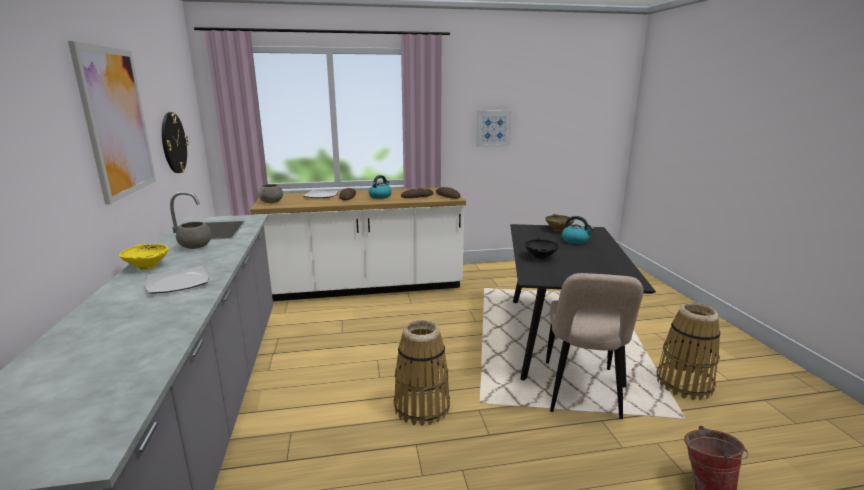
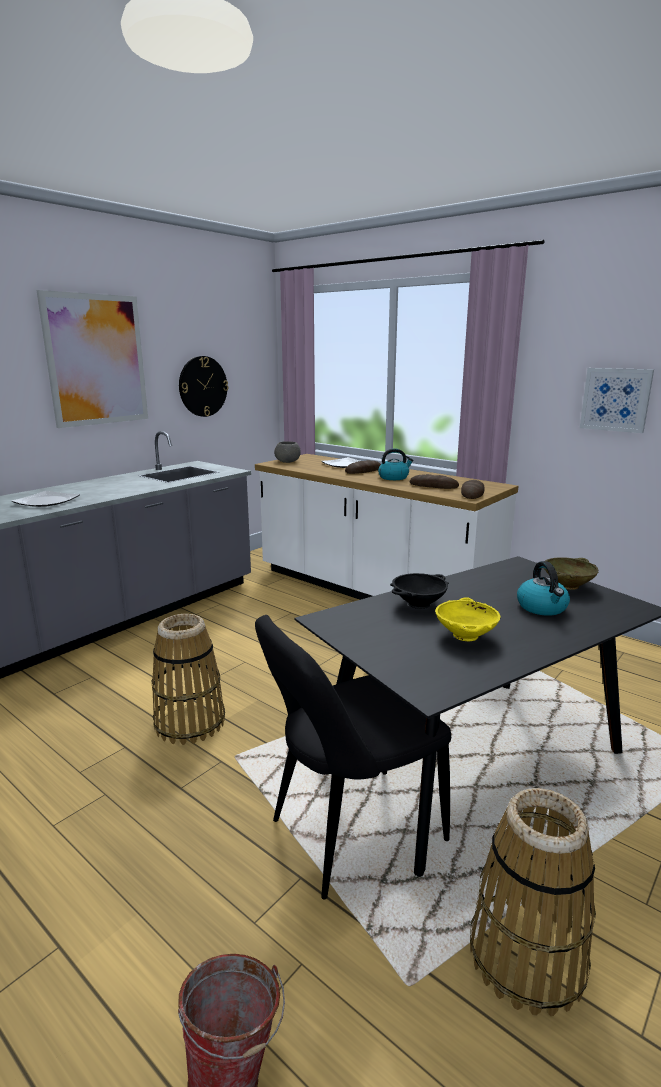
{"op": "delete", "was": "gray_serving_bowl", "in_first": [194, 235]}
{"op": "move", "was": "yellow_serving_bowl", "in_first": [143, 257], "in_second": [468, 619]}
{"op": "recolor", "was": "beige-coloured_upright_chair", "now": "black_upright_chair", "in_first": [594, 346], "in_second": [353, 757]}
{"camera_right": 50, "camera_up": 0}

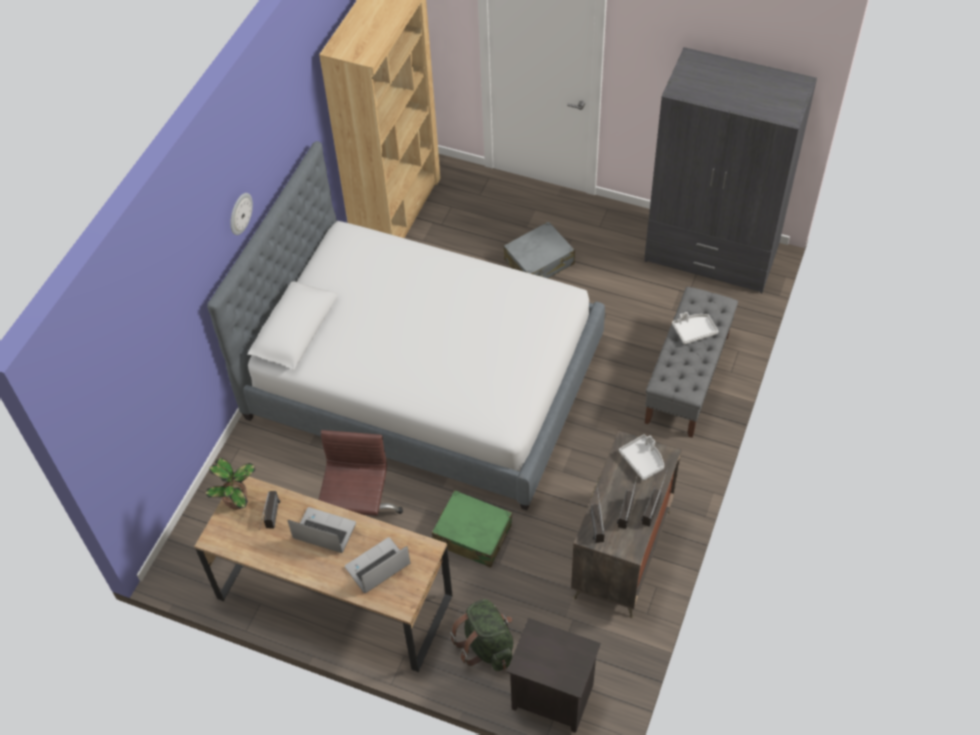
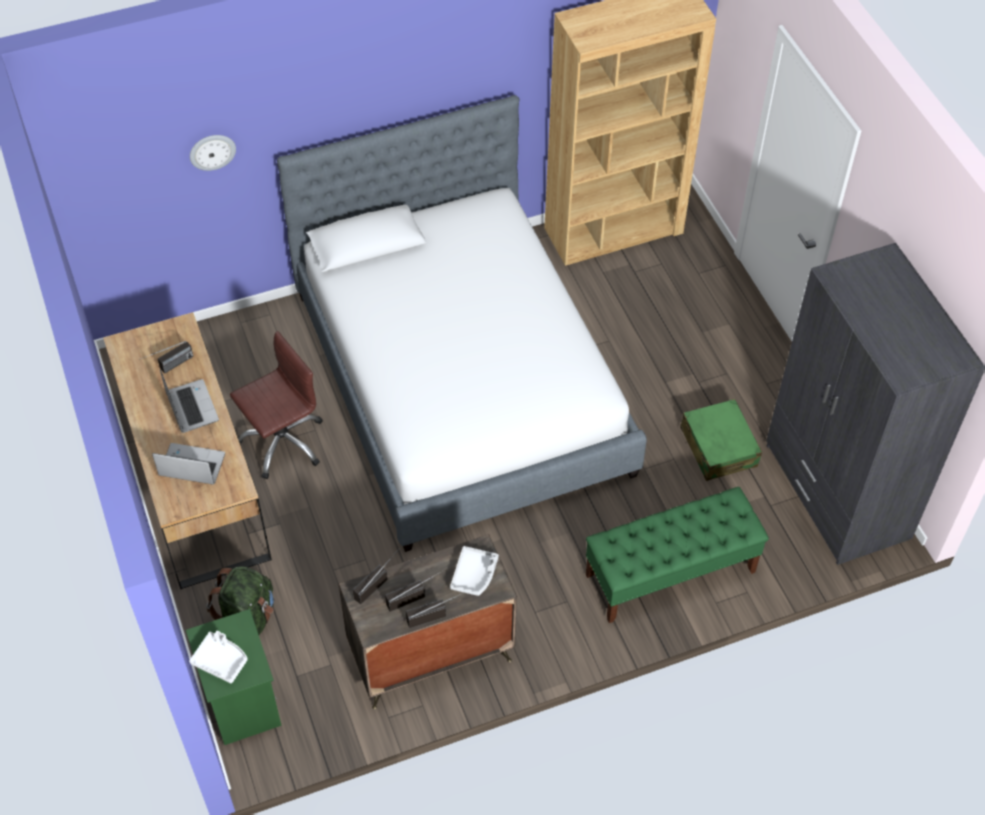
{"op": "delete", "was": "houseplant", "in_first": [230, 484]}
{"op": "delete", "was": "gray_piece_of_luggage", "in_first": [539, 249]}
{"op": "move", "was": "clock_on_the_wall", "in_first": [241, 214], "in_second": [213, 153]}
{"op": "move", "was": "green_piece_of_luggage", "in_first": [472, 529], "in_second": [721, 440]}
{"op": "move", "was": "white-coloured_tray", "in_first": [695, 328], "in_second": [218, 657]}
{"op": "recolor", "was": "black_bedside_table", "now": "green_bedside_table", "in_first": [554, 675], "in_second": [234, 677]}
{"op": "recolor", "was": "gray_long_seat", "now": "green_long_seat", "in_first": [691, 362], "in_second": [677, 555]}
{"camera_right": 45, "camera_up": 0}

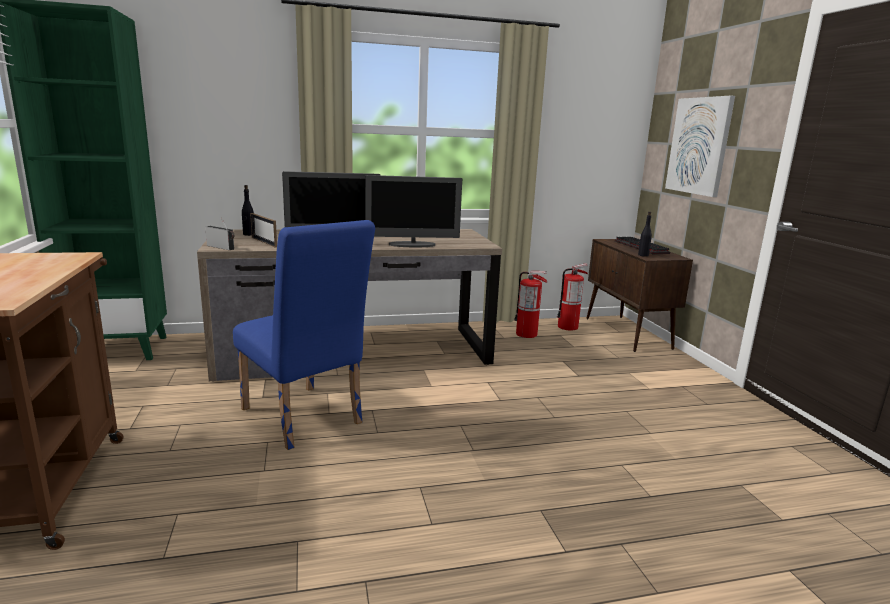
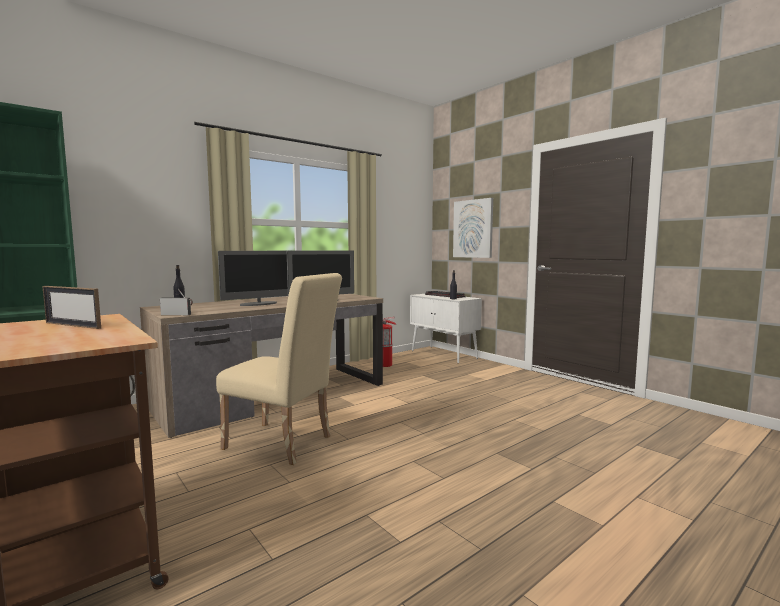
{"op": "delete", "was": "fire-fighting_cylinder", "in_first": [572, 297]}
{"op": "move", "was": "photo_frame", "in_first": [263, 230], "in_second": [71, 307]}
{"op": "recolor", "was": "blue-coloured_upright_chair", "now": "beige-coloured_upright_chair", "in_first": [304, 335], "in_second": [279, 369]}
{"op": "recolor", "was": "brown-coloured_cupboard", "now": "white-coloured_cupboard", "in_first": [639, 295], "in_second": [446, 329]}
{"camera_right": -25, "camera_up": -10}

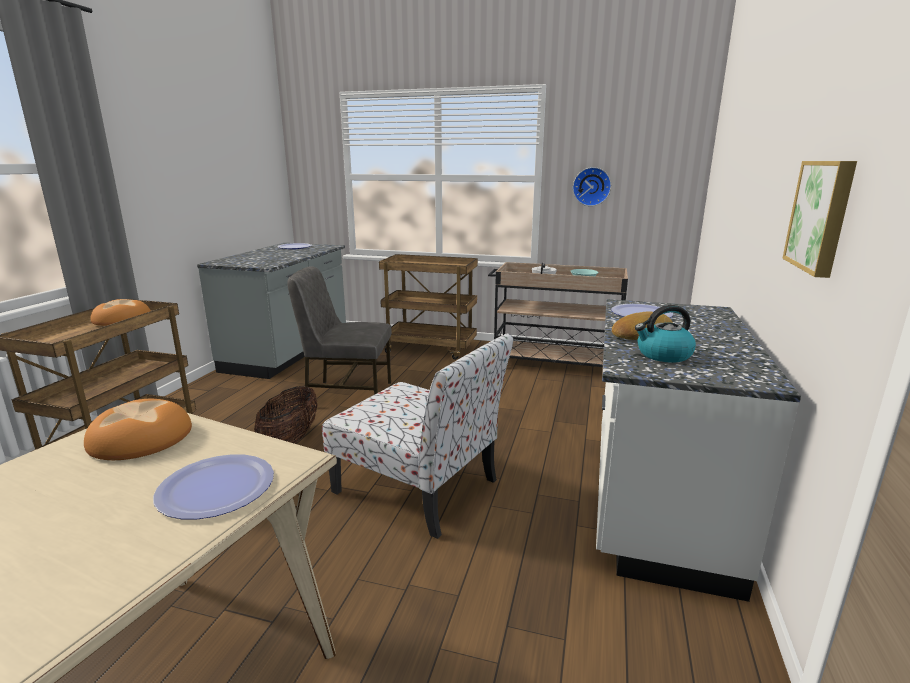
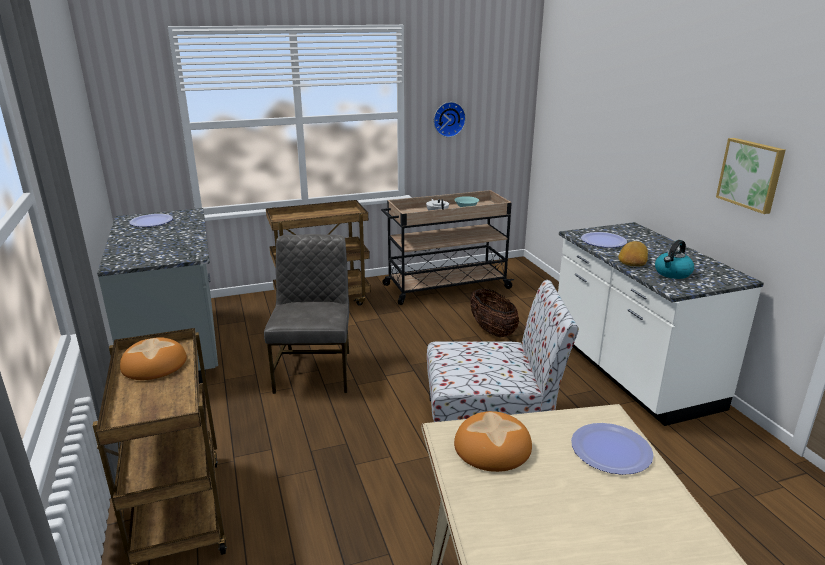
{"op": "move", "was": "household_basket", "in_first": [286, 414], "in_second": [494, 313]}
{"op": "rotate", "was": "gray_upright_chair", "in_first": [339, 336], "in_second": [306, 314], "clockwise": 120}
{"camera_right": -35, "camera_up": 5}

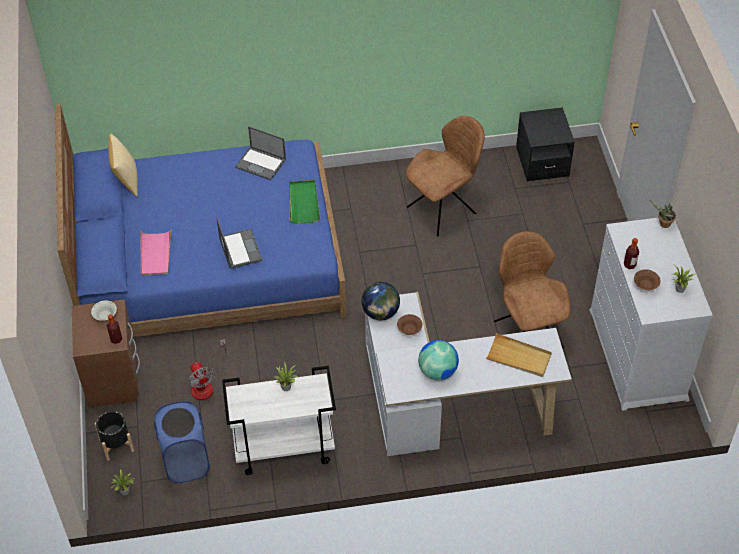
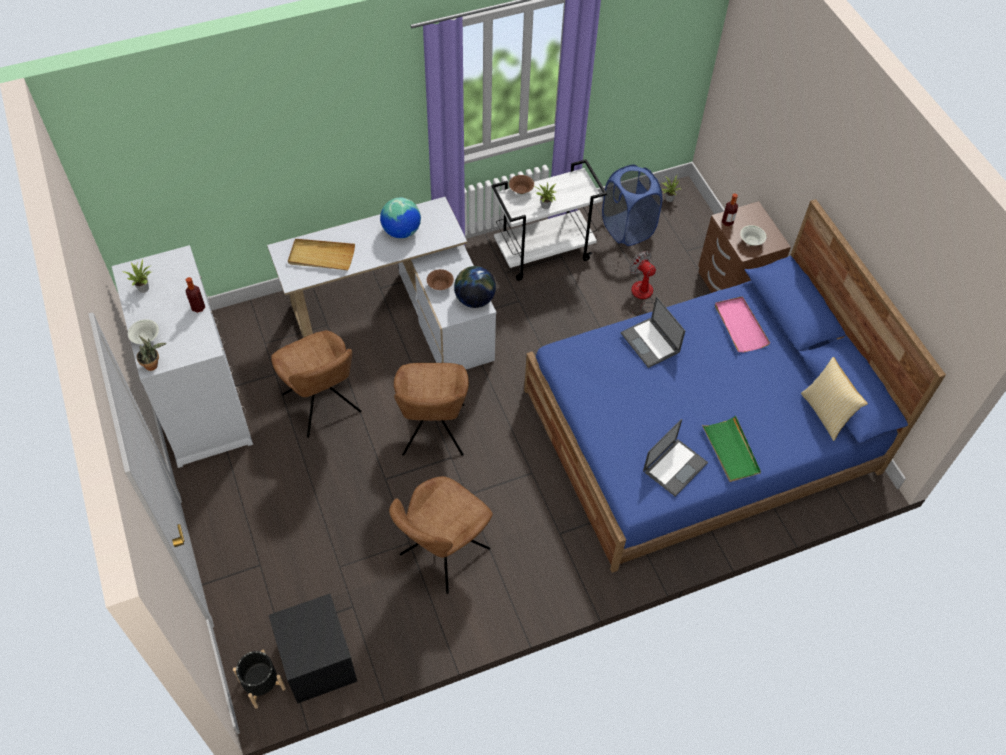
{"op": "insert", "now": "white-coloured_serving_bowl", "in_second": [143, 331]}
{"op": "insert", "now": "brown-coloured_upright_chair", "in_second": [431, 409]}
{"op": "move", "was": "black_plant_pot", "in_first": [114, 436], "in_second": [259, 679]}
{"op": "move", "was": "green_tray", "in_first": [304, 202], "in_second": [731, 448]}
{"op": "move", "was": "brown-coloured_serving_bowl", "in_first": [647, 279], "in_second": [521, 184]}
{"op": "rotate", "was": "portable_computer", "in_first": [260, 153], "in_second": [675, 457], "clockwise": 120}
{"camera_right": 165, "camera_up": 5}

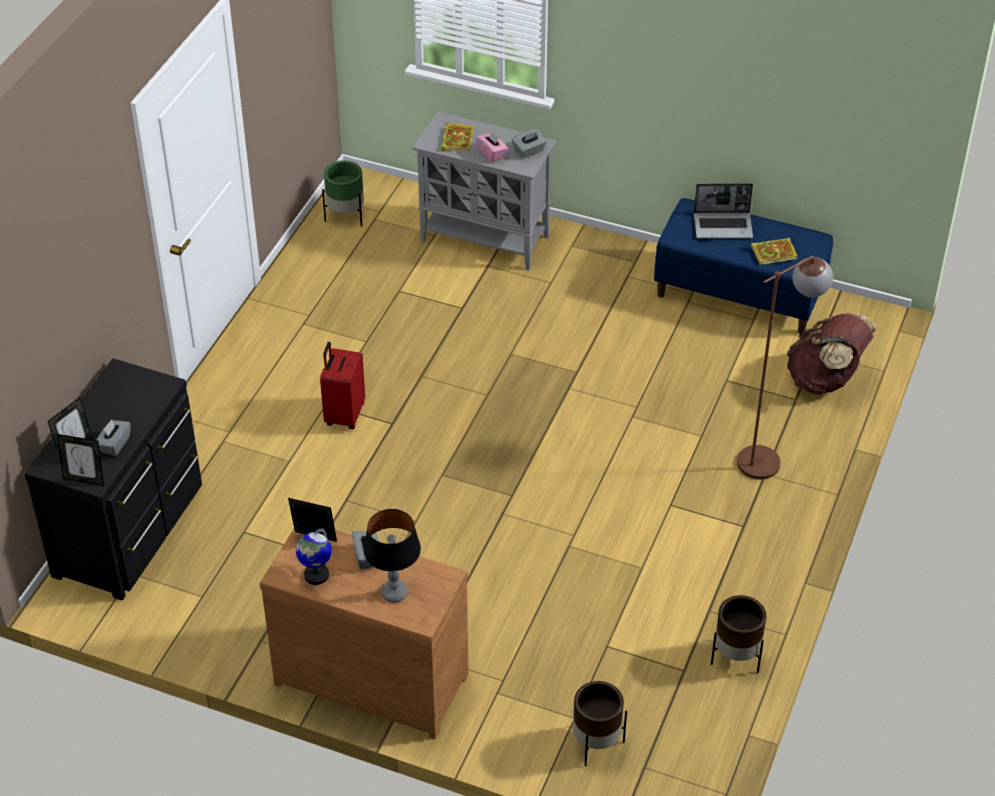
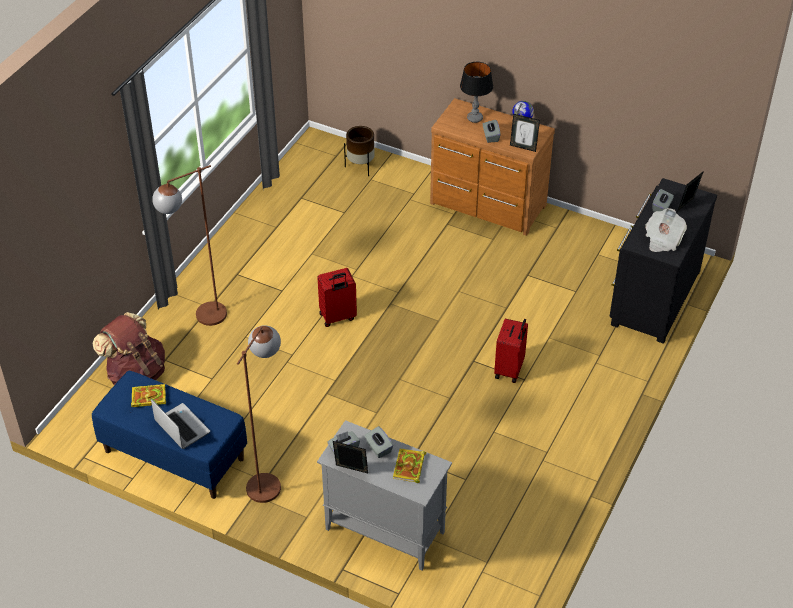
{"op": "delete", "was": "green_plant_pot", "in_first": [343, 194]}
{"op": "delete", "was": "brown-coloured_plant_pot", "in_first": [738, 634]}
{"op": "insert", "now": "brown-coloured_standard_lamp", "in_second": [259, 414]}
{"op": "insert", "now": "reddish_piece_of_luggage", "in_second": [337, 297]}
{"op": "insert", "now": "daily_paper", "in_second": [666, 230]}
{"op": "move", "was": "photo_frame", "in_first": [80, 460], "in_second": [350, 457]}
{"op": "recolor", "was": "pink-coloured_tissue_holder", "now": "gray_tissue_holder", "in_first": [492, 146], "in_second": [379, 442]}
{"op": "rotate", "was": "portable_computer", "in_first": [723, 210], "in_second": [180, 424], "clockwise": 45}
{"camera_right": -175, "camera_up": 0}

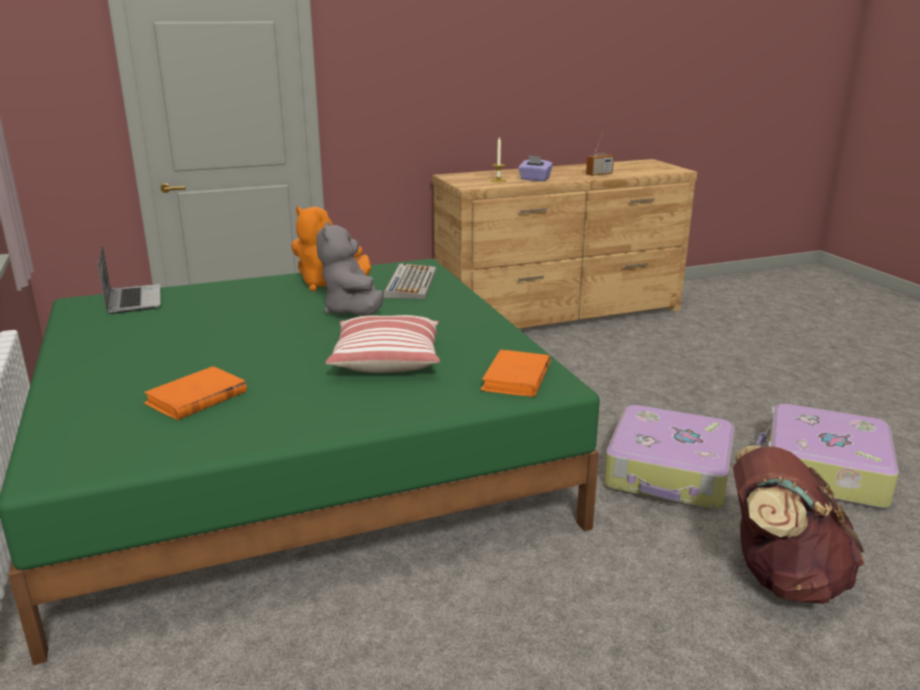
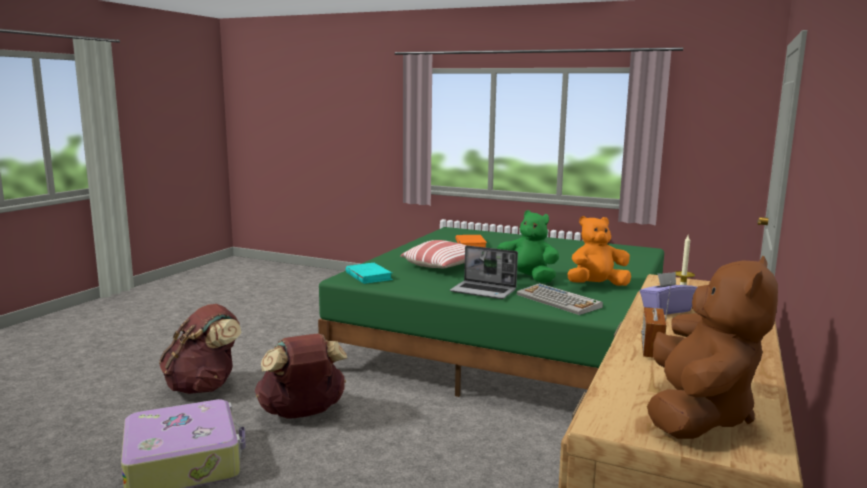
{"op": "insert", "now": "brown-coloured_cuddly_toy", "in_second": [712, 347]}
{"op": "move", "was": "portable_computer", "in_first": [129, 280], "in_second": [484, 272]}
{"op": "replace", "was": "piece_of_luggage", "now": "brown-coloured_rucksack", "in_first": [669, 457], "in_second": [301, 376]}
{"op": "recolor", "was": "gray_cuddly_toy", "now": "green_cuddly_toy", "in_first": [350, 268], "in_second": [528, 246]}
{"op": "recolor", "was": "orange-coloured_volume", "now": "blue-green_volume", "in_first": [516, 373], "in_second": [369, 273]}
{"camera_right": 135, "camera_up": -10}

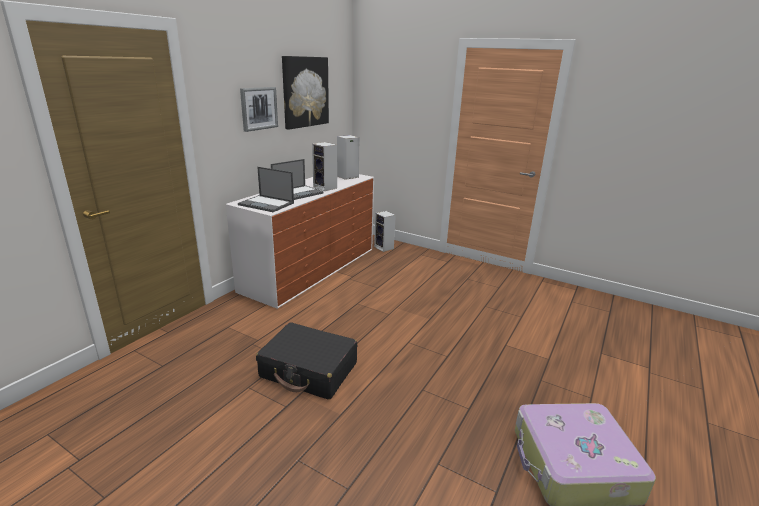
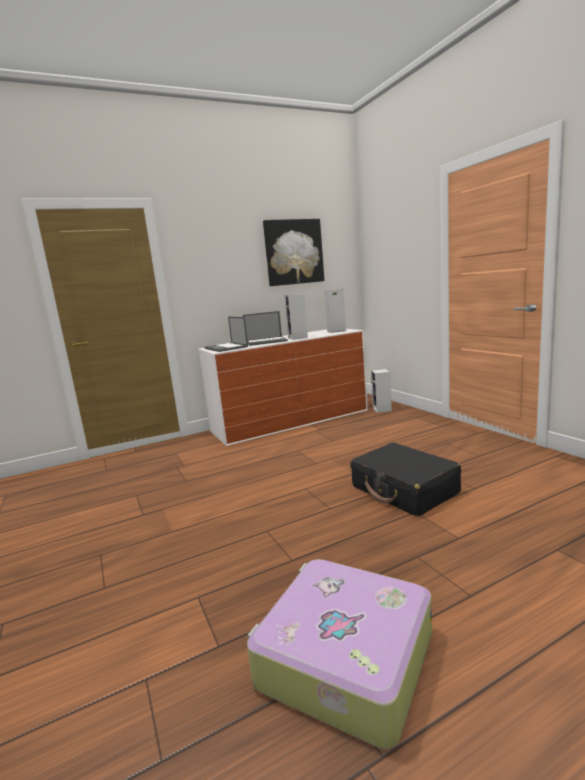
{"op": "delete", "was": "wall_picture", "in_first": [259, 109]}
{"op": "move", "was": "black_piece_of_luggage", "in_first": [306, 361], "in_second": [405, 479]}
{"camera_right": 35, "camera_up": -10}

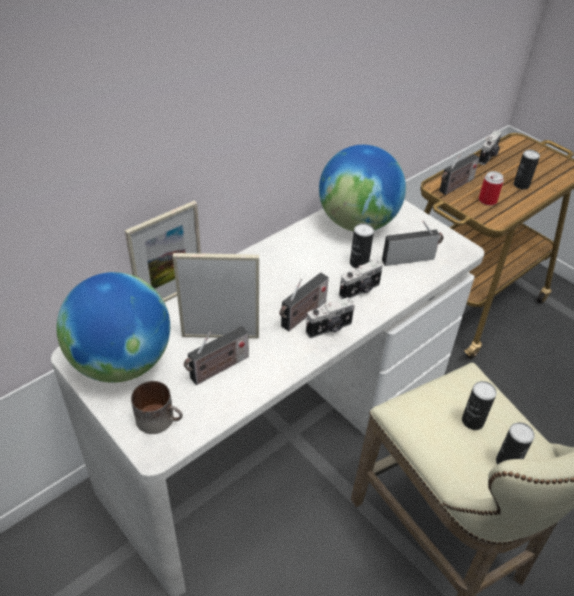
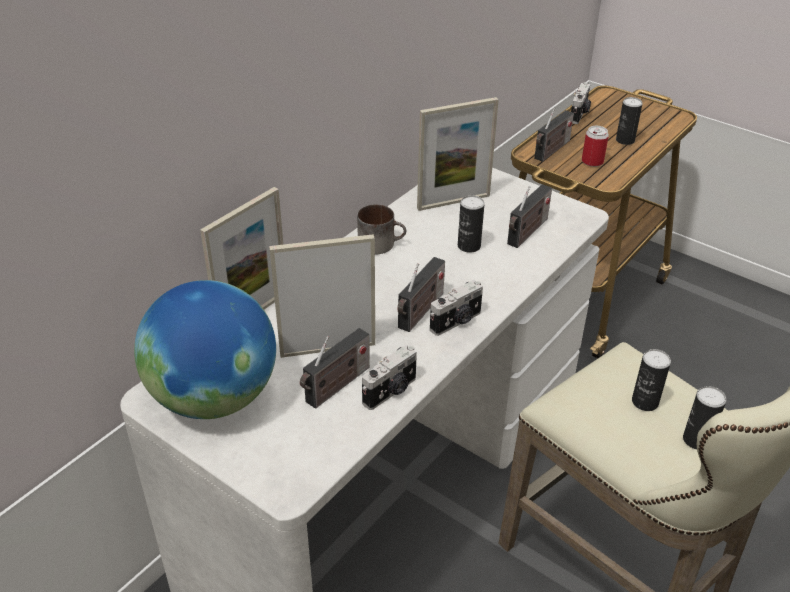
{"op": "move", "was": "tea_mug", "in_first": [157, 407], "in_second": [381, 229]}
{"op": "move", "was": "photo_camera", "in_first": [361, 279], "in_second": [389, 377]}
{"op": "replace", "was": "globe", "now": "photo_frame", "in_first": [362, 188], "in_second": [458, 154]}
{"op": "rotate", "was": "radio_receiver", "in_first": [413, 243], "in_second": [529, 216], "clockwise": 150}
{"camera_right": -10, "camera_up": -5}

